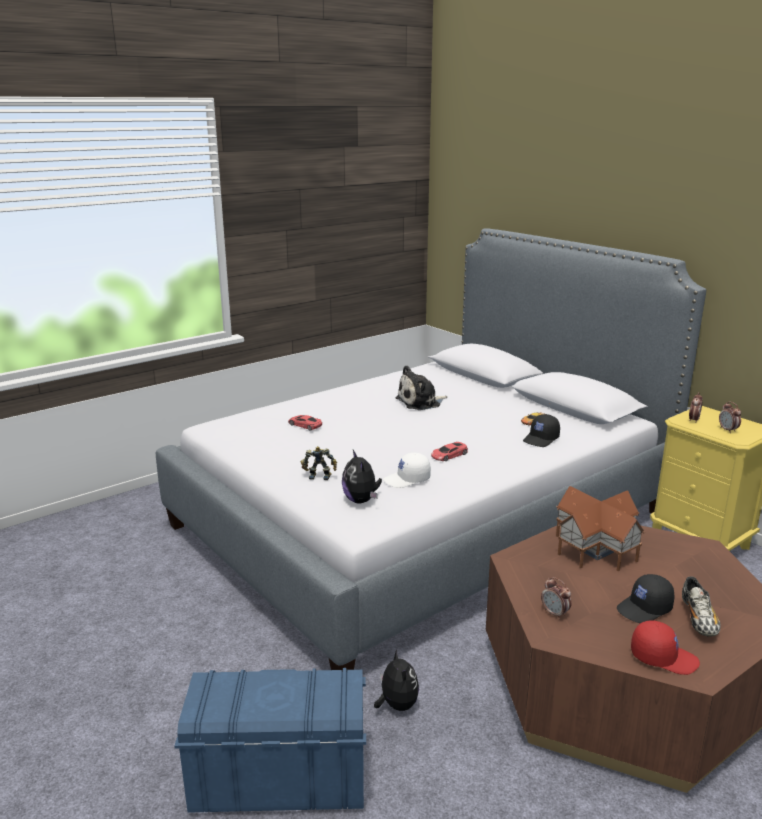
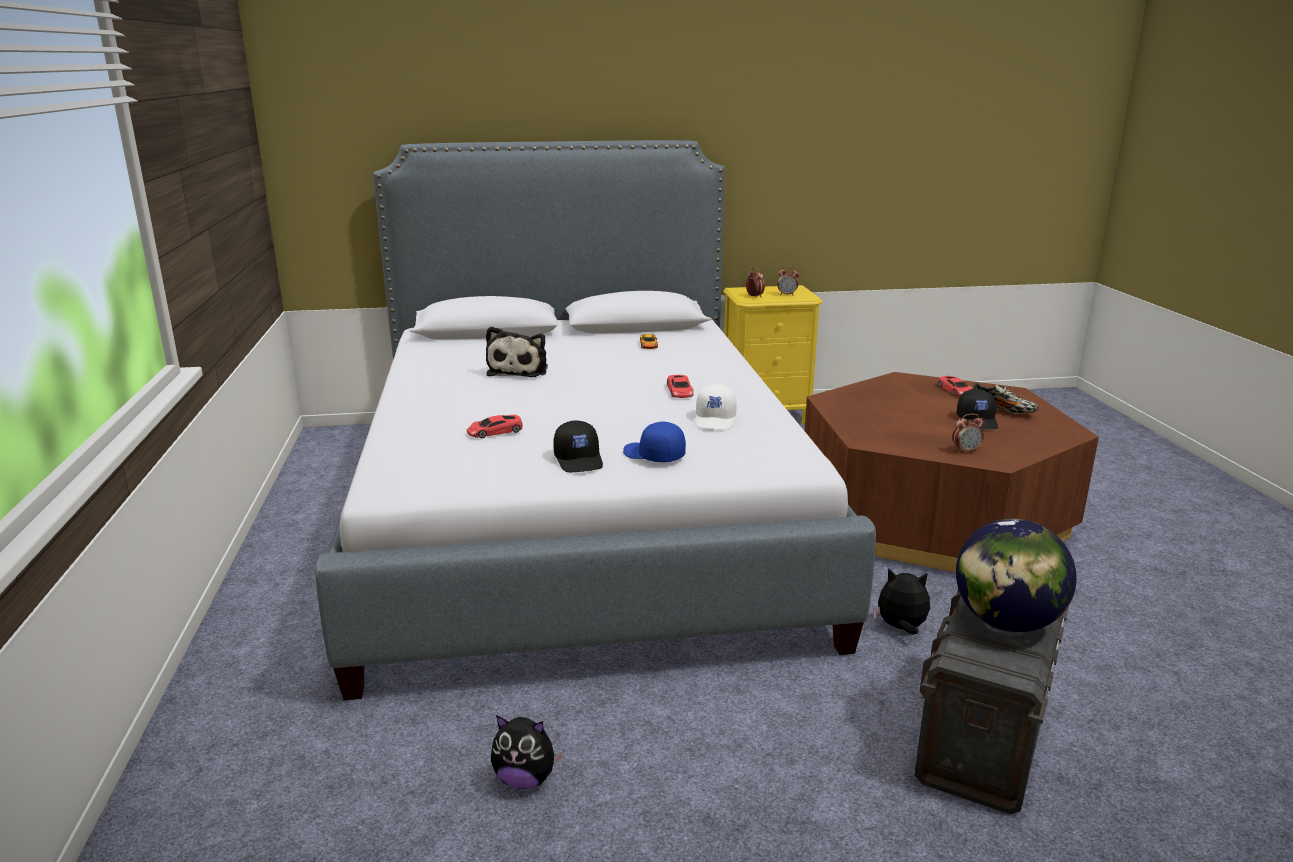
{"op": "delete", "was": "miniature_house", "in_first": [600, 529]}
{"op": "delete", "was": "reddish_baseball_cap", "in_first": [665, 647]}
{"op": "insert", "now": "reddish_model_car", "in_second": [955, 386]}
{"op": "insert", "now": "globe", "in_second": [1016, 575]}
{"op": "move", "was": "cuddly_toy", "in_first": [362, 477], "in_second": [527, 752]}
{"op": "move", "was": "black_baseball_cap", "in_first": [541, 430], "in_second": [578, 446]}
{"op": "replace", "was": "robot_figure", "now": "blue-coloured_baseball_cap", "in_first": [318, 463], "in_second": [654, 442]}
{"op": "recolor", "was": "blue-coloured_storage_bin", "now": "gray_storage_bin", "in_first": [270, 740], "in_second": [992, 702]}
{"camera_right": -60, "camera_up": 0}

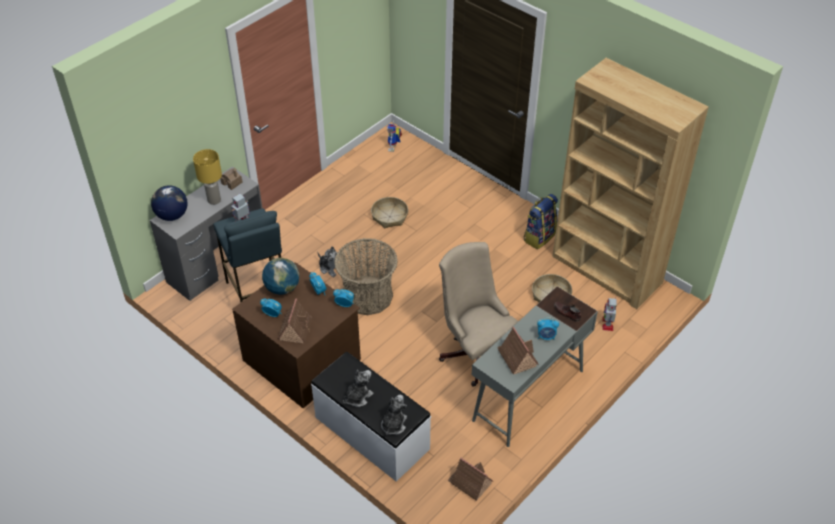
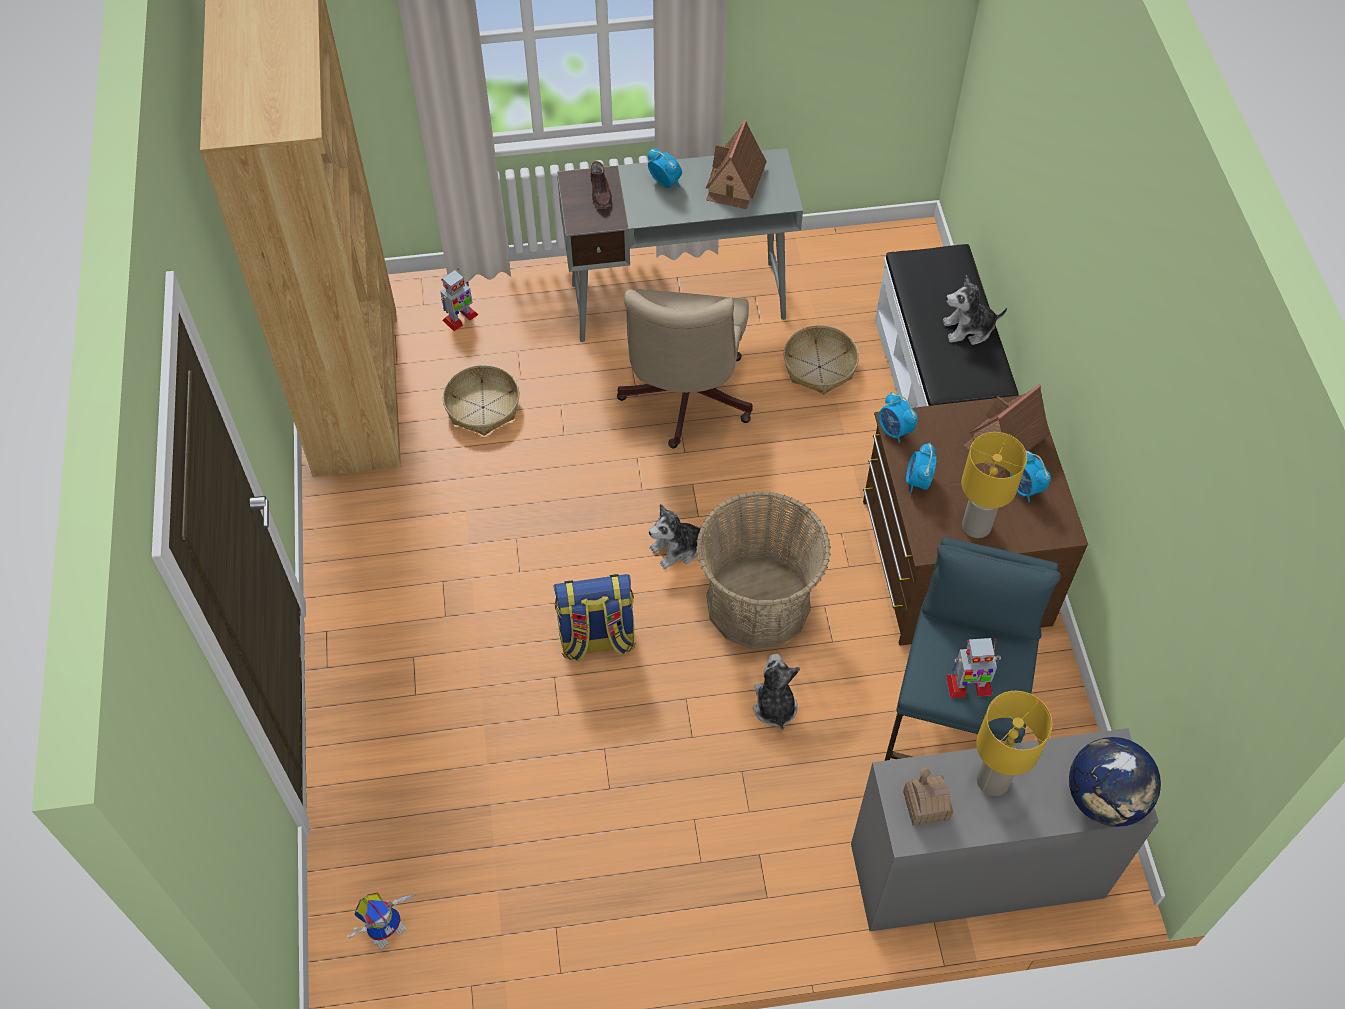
{"op": "delete", "was": "miniature_house", "in_first": [470, 479]}
{"op": "move", "was": "household_basket", "in_first": [389, 212], "in_second": [821, 359]}
{"op": "move", "was": "cuddly_toy", "in_first": [394, 415], "in_second": [675, 536]}
{"op": "move", "was": "rucksack", "in_first": [541, 221], "in_second": [594, 618]}
{"op": "replace", "was": "globe", "now": "yellow_tabletop_lamp", "in_first": [280, 276], "in_second": [994, 485]}
{"camera_right": -140, "camera_up": 10}

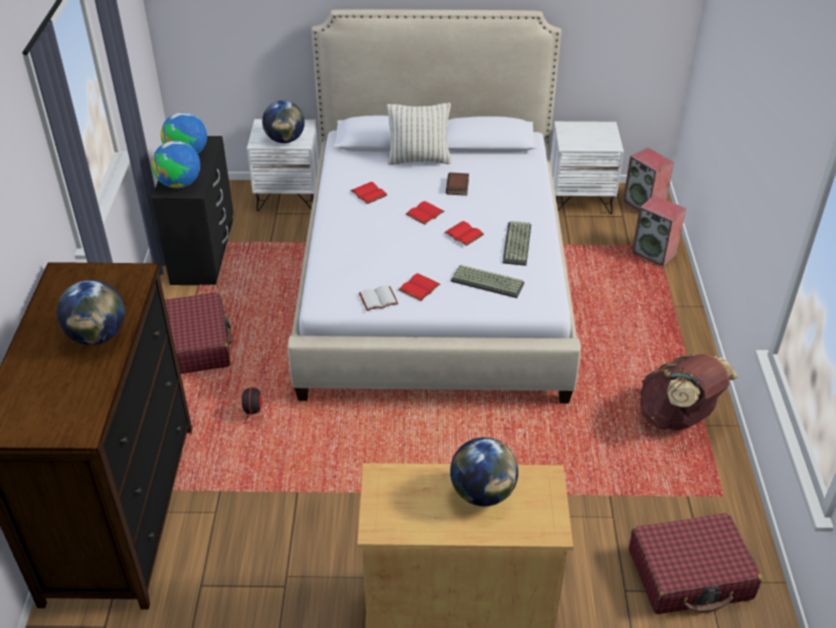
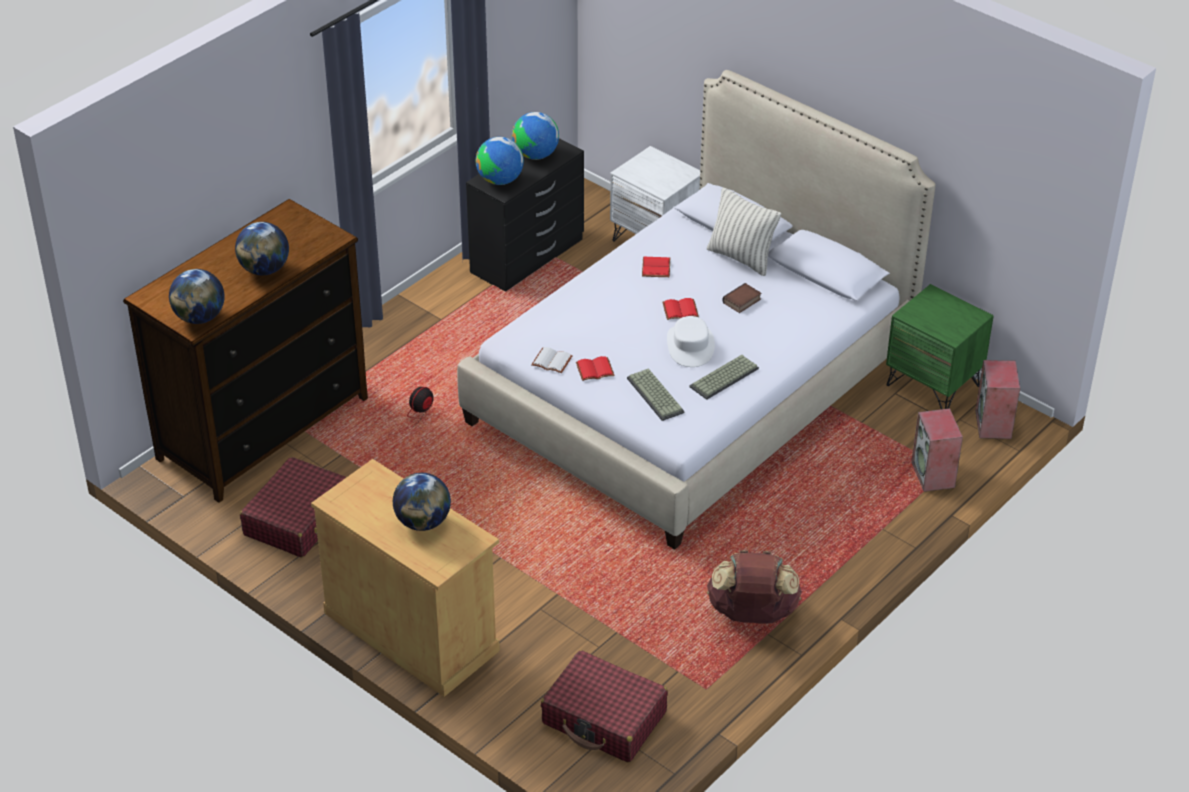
{"op": "move", "was": "reddish_piece_of_luggage", "in_first": [198, 333], "in_second": [293, 507]}
{"op": "move", "was": "globe", "in_first": [283, 121], "in_second": [197, 296]}
{"op": "replace", "was": "reddish_volume", "now": "white-coloured_clothing_hat", "in_first": [464, 233], "in_second": [691, 341]}
{"op": "recolor", "was": "white-coloured_bedside_table", "now": "green_bedside_table", "in_first": [587, 167], "in_second": [940, 346]}
{"camera_right": 40, "camera_up": 0}

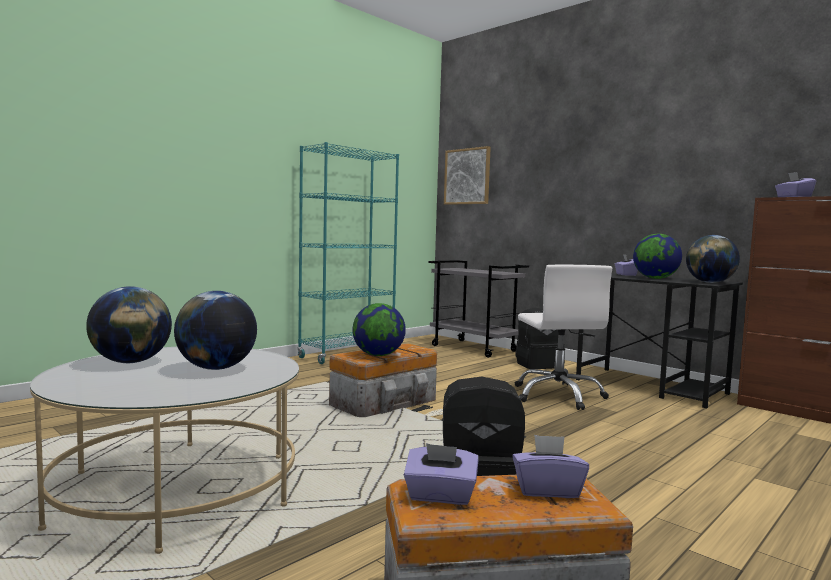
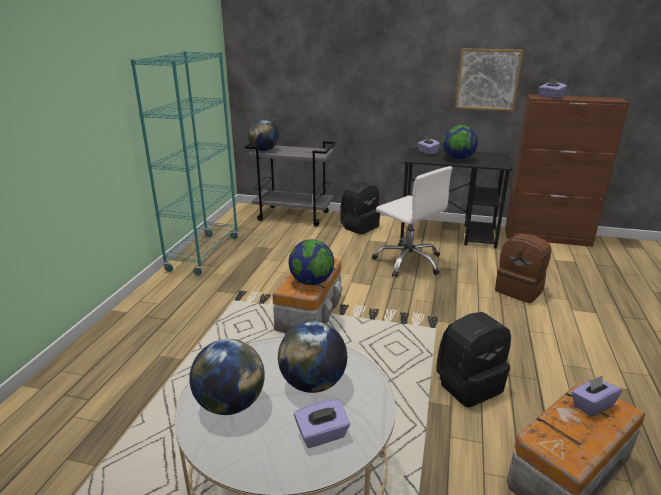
{"op": "insert", "now": "brown-coloured_rucksack", "in_second": [523, 268]}
{"op": "move", "was": "purple_tissue_holder", "in_first": [441, 474], "in_second": [322, 423]}
{"op": "move", "was": "wall_picture", "in_first": [467, 175], "in_second": [489, 79]}
{"op": "move", "was": "globe", "in_first": [713, 259], "in_second": [263, 135]}
{"camera_right": -30, "camera_up": 20}

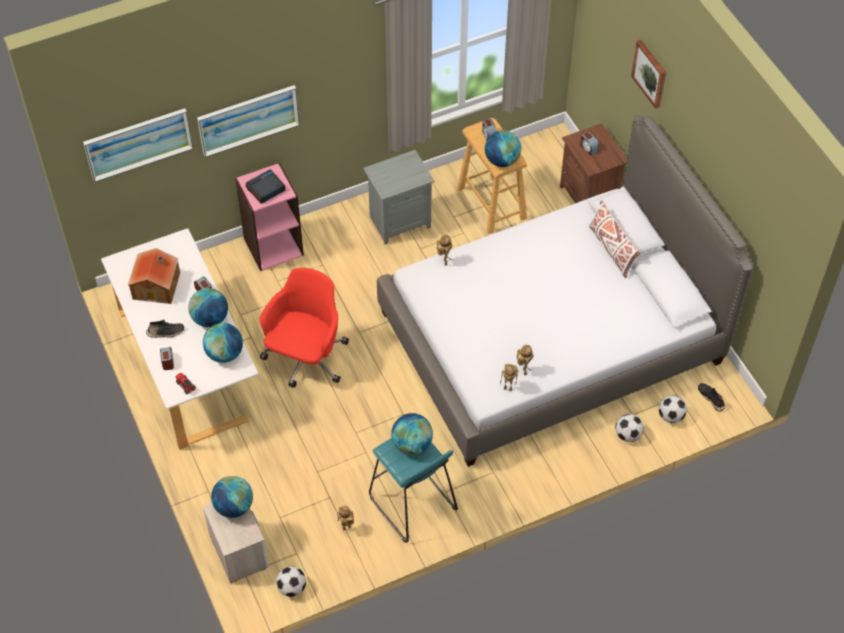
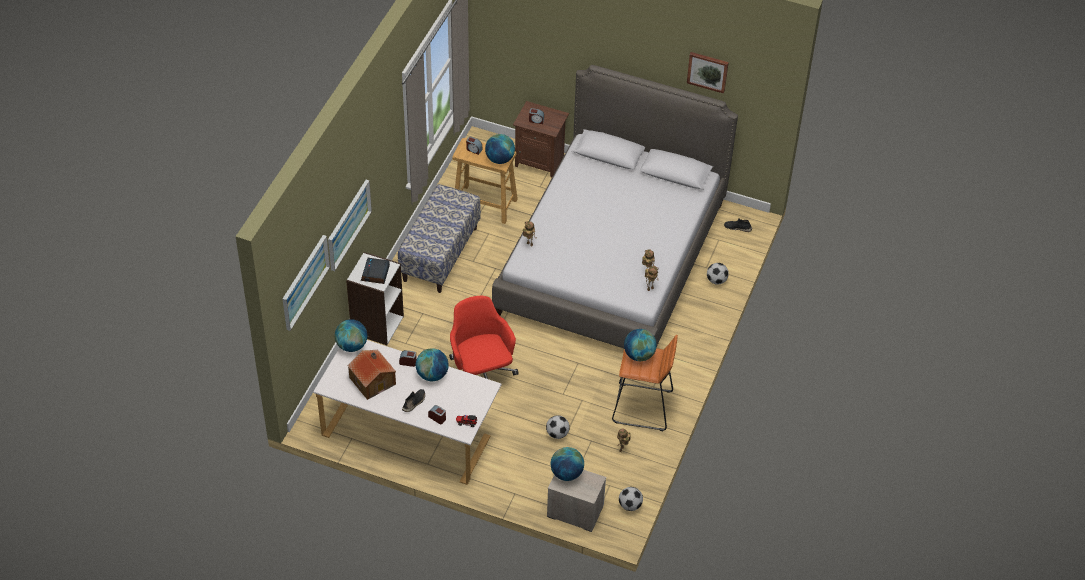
{"op": "delete", "was": "white-coloured_pillow", "in_first": [614, 239]}
{"op": "move", "was": "globe", "in_first": [223, 343], "in_second": [351, 335]}
{"op": "move", "was": "wall_picture", "in_first": [648, 74], "in_second": [708, 73]}
{"op": "move", "was": "ball_for_football", "in_first": [673, 409], "in_second": [558, 427]}
{"op": "replace", "was": "gray_bedside_table", "now": "long_seat", "in_first": [399, 197], "in_second": [439, 238]}
{"op": "recolor", "was": "pink-coloured_bookcase", "now": "white-coloured_bookcase", "in_first": [269, 217], "in_second": [375, 298]}
{"op": "recolor", "was": "blue-green_sitting_stool", "now": "orange-coloured_sitting_stool", "in_first": [413, 490], "in_second": [645, 383]}
{"camera_right": -45, "camera_up": -5}

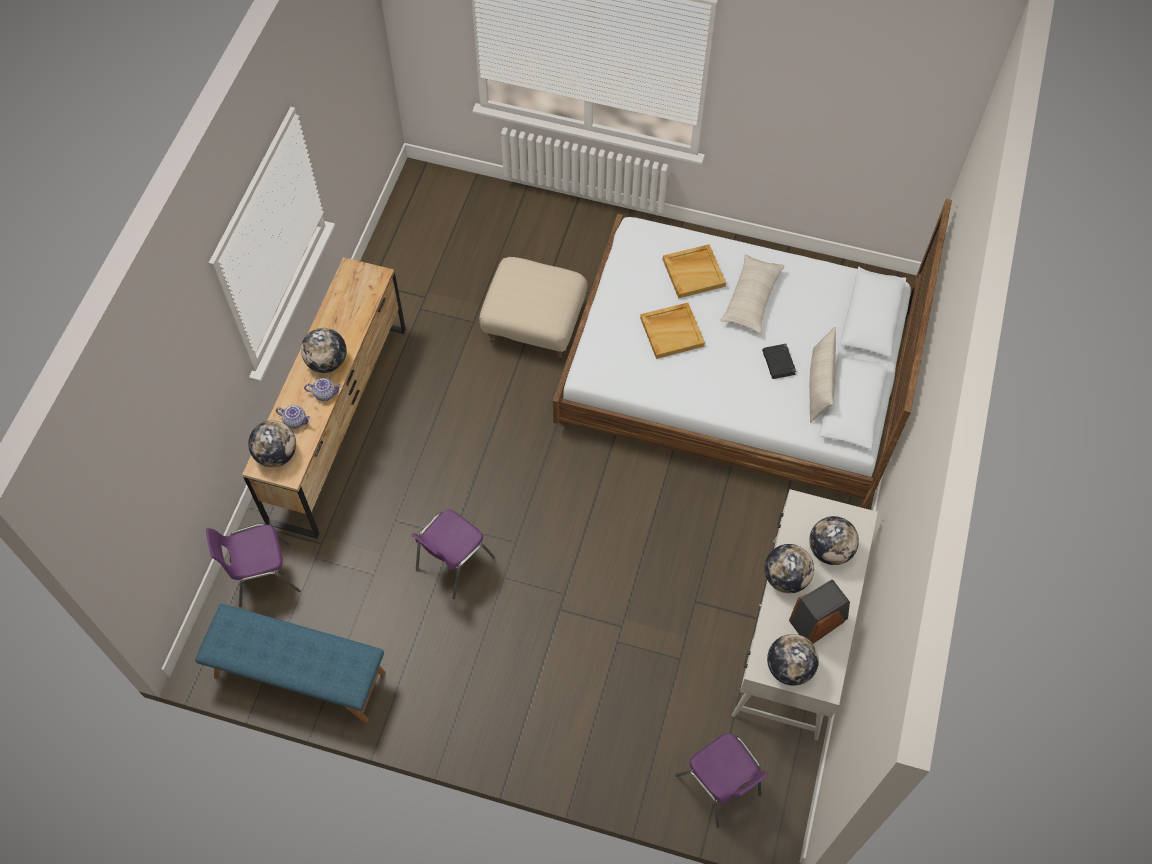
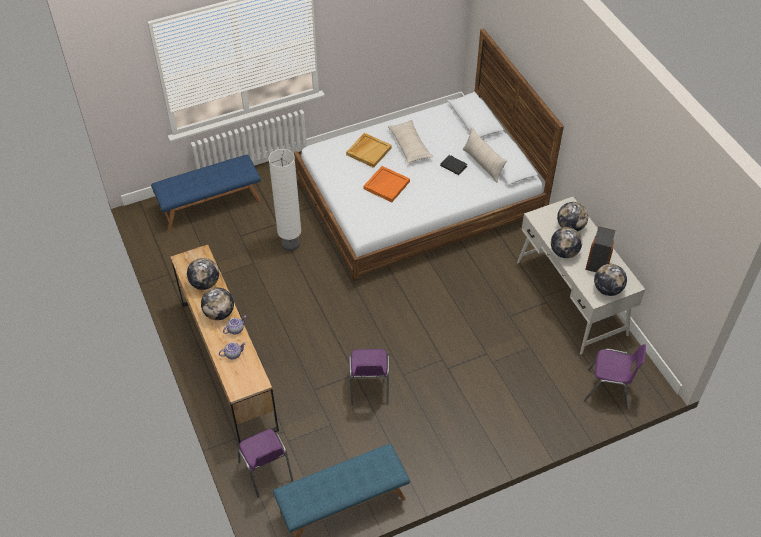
{"op": "insert", "now": "blue-coloured_long_seat", "in_second": [206, 193]}
{"op": "move", "was": "globe", "in_first": [272, 443], "in_second": [203, 274]}
{"op": "replace", "was": "beige-coloured_footrest", "now": "white-coloured_standard_lamp", "in_first": [533, 308], "in_second": [284, 200]}
{"op": "recolor", "was": "beige-coloured_tray", "now": "orange-coloured_tray", "in_first": [672, 330], "in_second": [387, 184]}
{"op": "rotate", "was": "purple_upright_chair", "in_first": [253, 565], "in_second": [265, 463], "clockwise": -60}
{"camera_right": -40, "camera_up": -10}

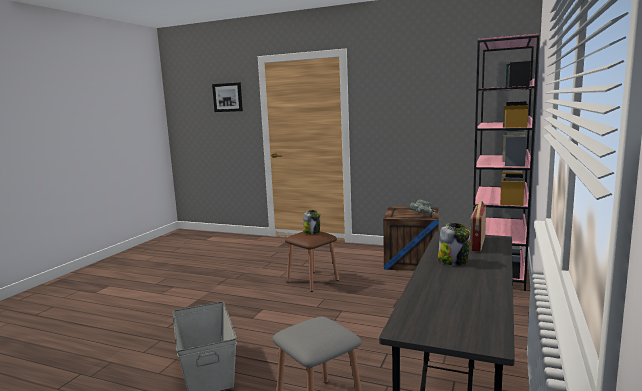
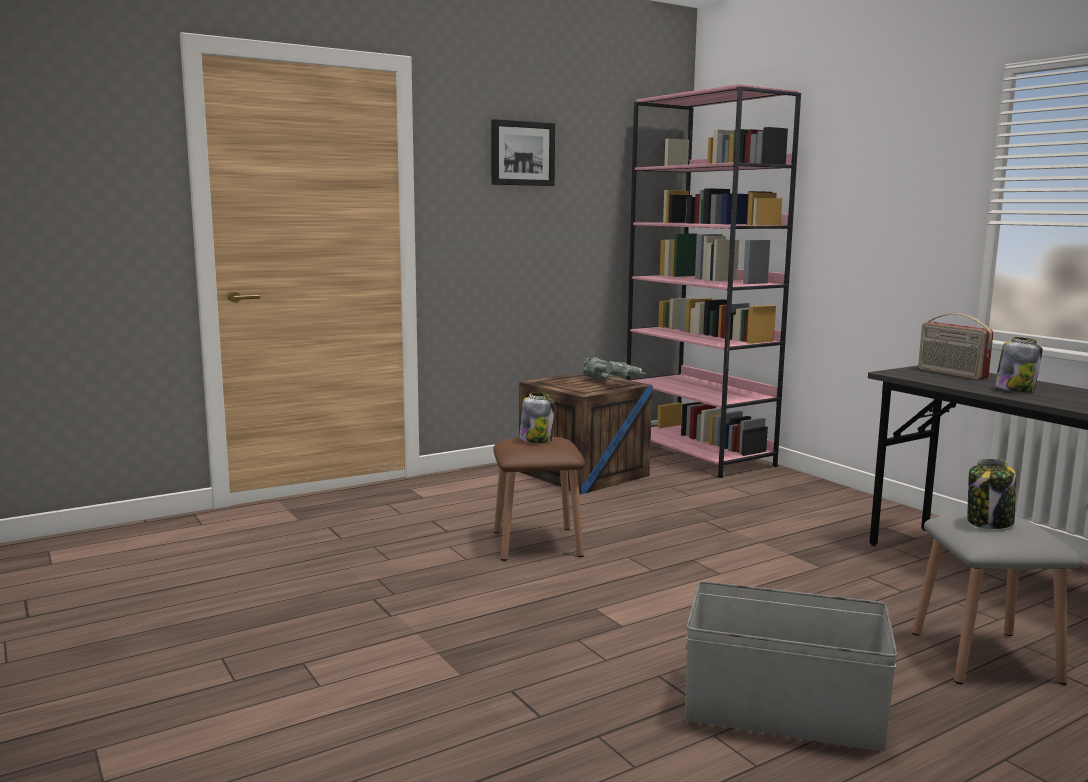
{"op": "insert", "now": "jar", "in_second": [992, 494]}
{"op": "move", "was": "wall_picture", "in_first": [227, 97], "in_second": [523, 152]}
{"camera_right": -55, "camera_up": 0}

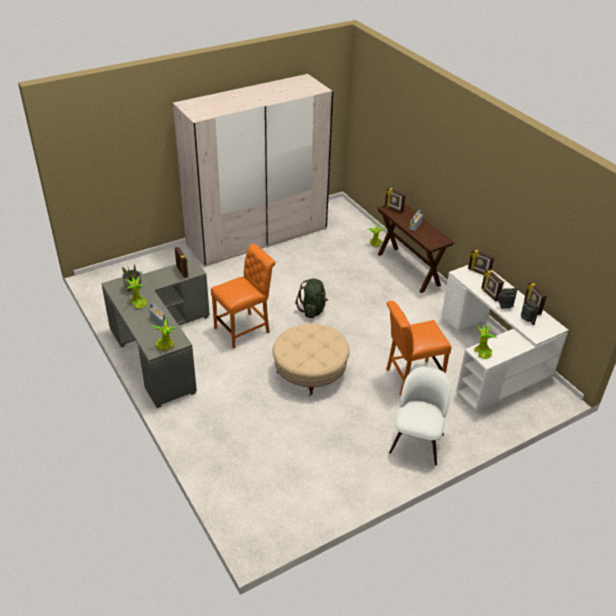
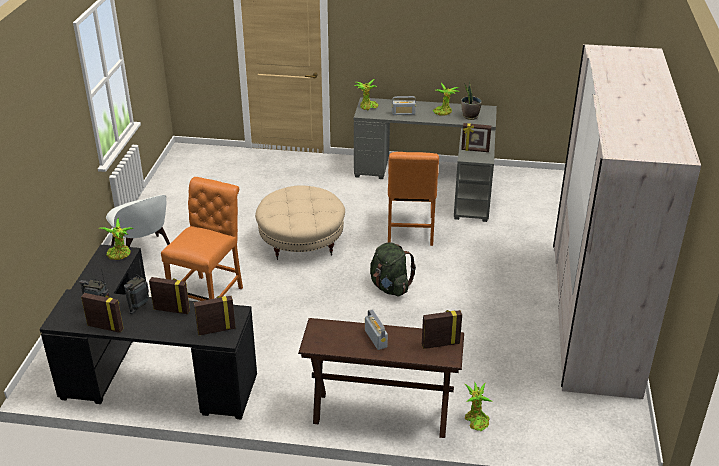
{"op": "recolor", "was": "white-coloured_desk", "now": "black_desk", "in_first": [504, 339], "in_second": [148, 332]}
{"camera_right": 130, "camera_up": -5}

